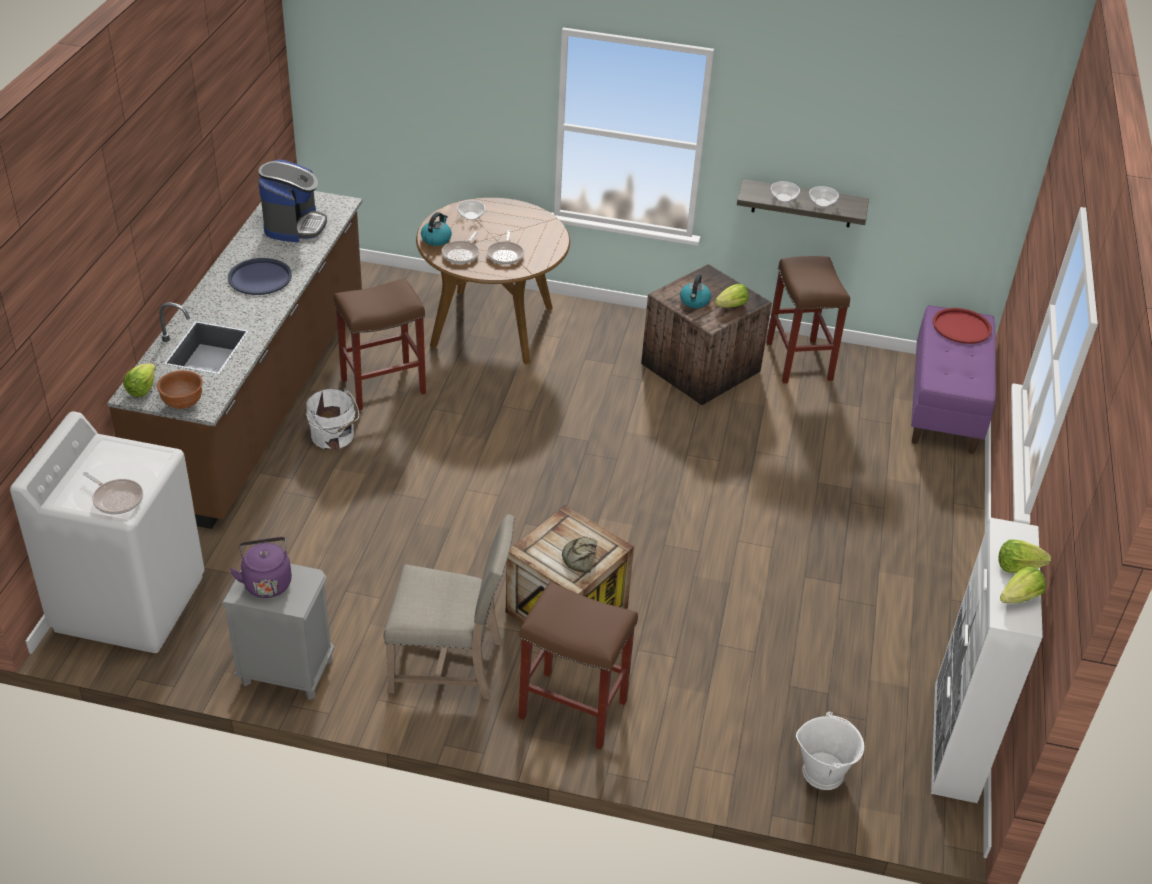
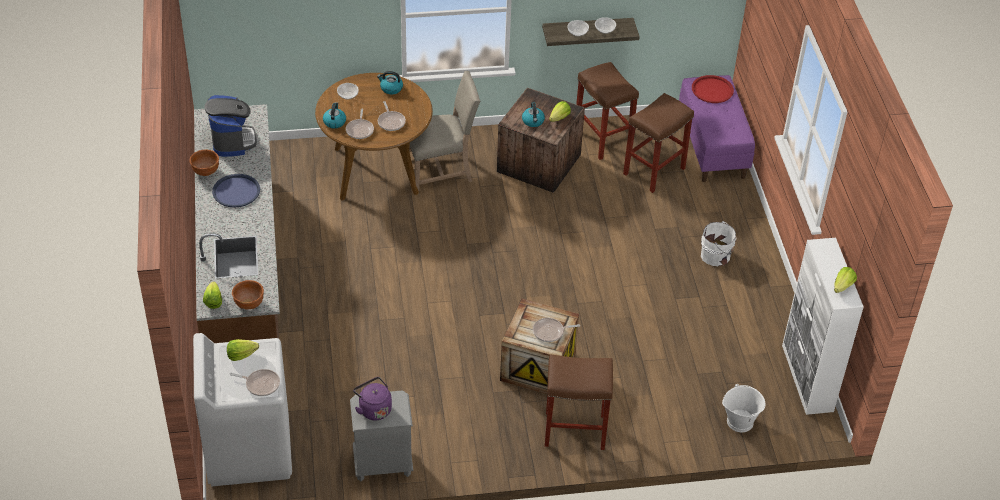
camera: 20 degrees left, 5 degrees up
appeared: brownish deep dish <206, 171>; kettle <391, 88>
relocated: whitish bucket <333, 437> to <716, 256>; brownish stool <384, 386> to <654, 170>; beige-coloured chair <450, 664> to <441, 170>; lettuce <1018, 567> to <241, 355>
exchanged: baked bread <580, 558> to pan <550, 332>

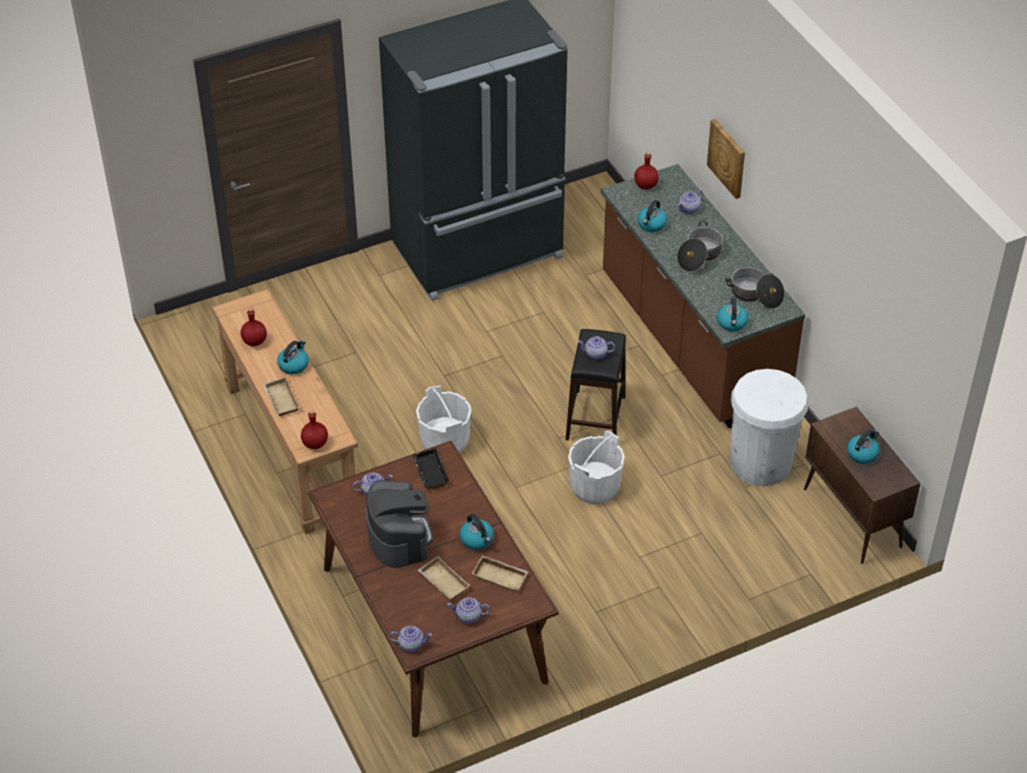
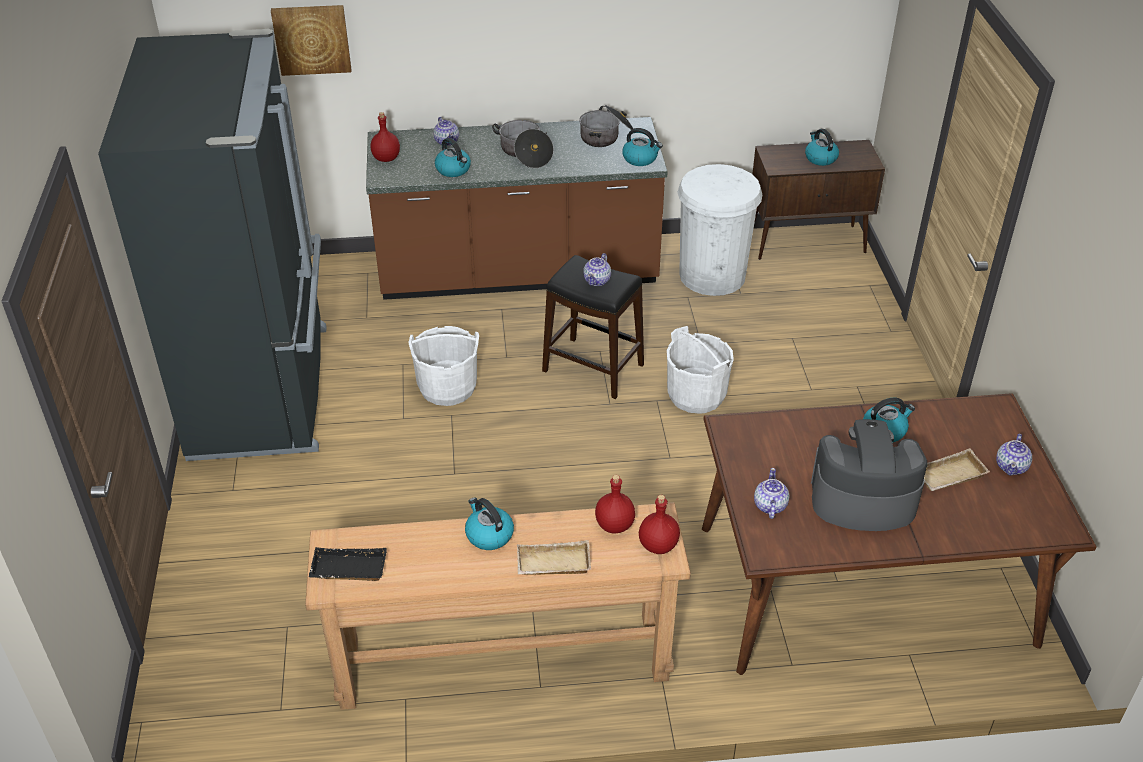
camera: 70 degrees left, 5 degrees down
missing: pot for tea <410, 644>; beige-coloured tray <501, 576>
relocated: reddish beverage bottle <254, 341> to <613, 525>; black-coloured tray <429, 472> to <347, 570>; whitish bucket <444, 441> to <447, 388>; wall picture <727, 158> to <312, 39>

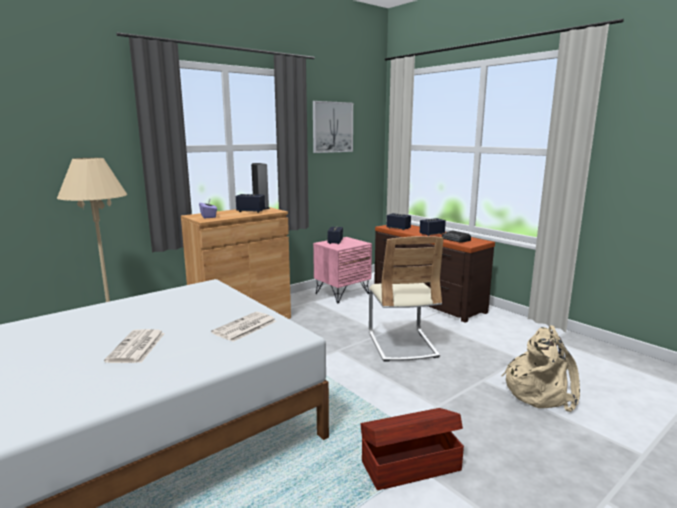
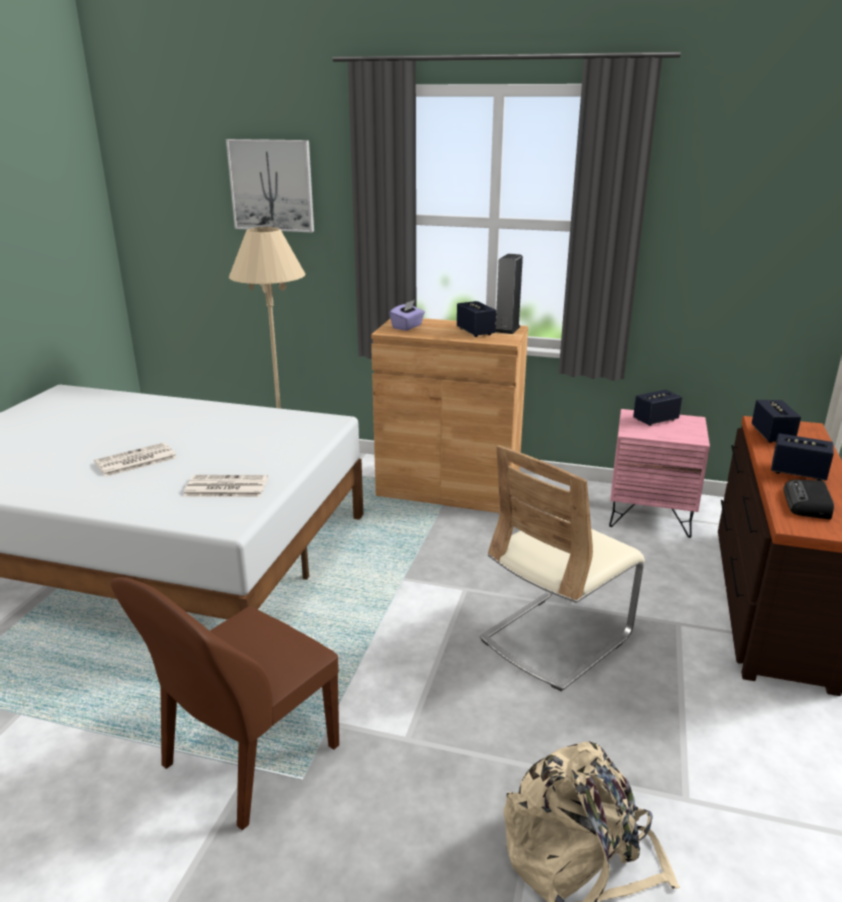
camera: 55 degrees right, 10 degrees up
relocated: wall picture <332, 127> to <272, 185>
exchanged: brownish storage box <409, 465> to brownish chair <247, 759>

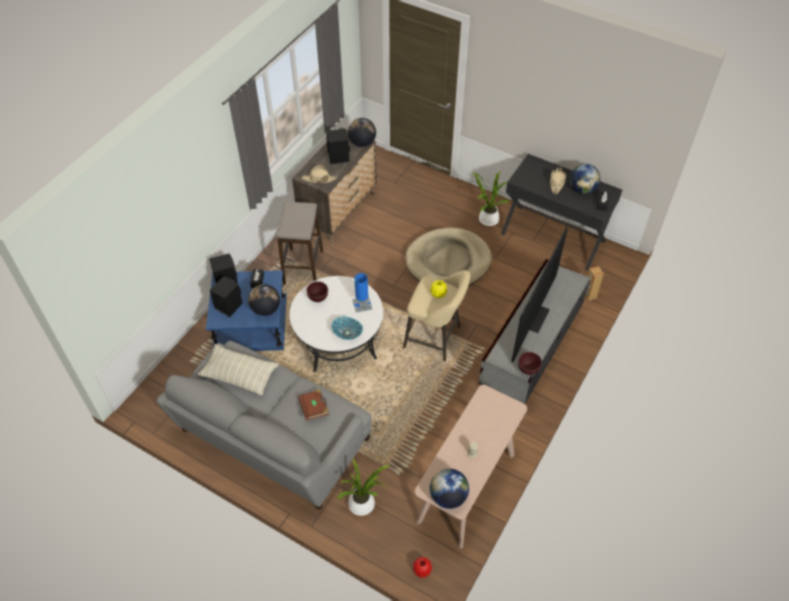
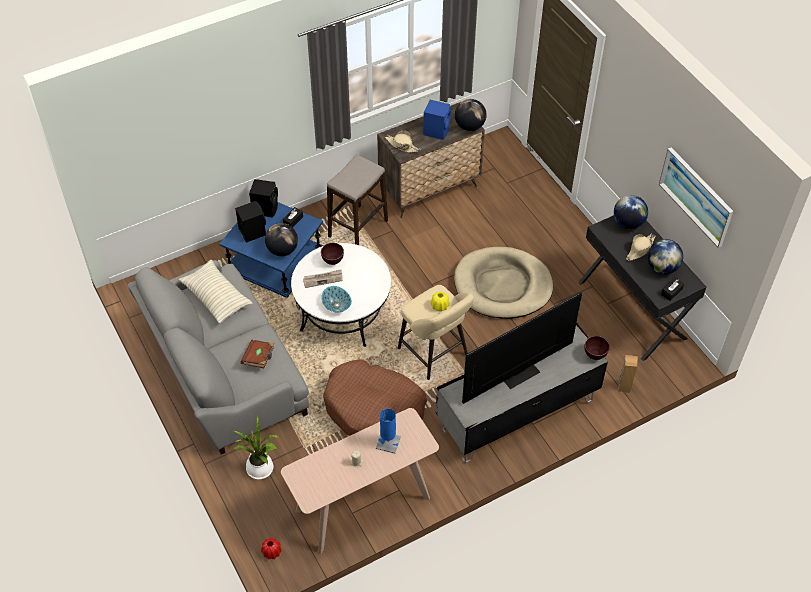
camera: 30 degrees right, 0 degrees up
missing: houseplant <487, 219>
appeared: newspaper <323, 279>; brownish dog cushion <374, 409>; wall picture <696, 196>
relocated: bluish lamp for a table <362, 304> to <388, 442>; globe <448, 496> to <628, 223>; brownish deep dish <527, 371> to <594, 356>
colour: black-coloured loudspeaker <338, 156> to bluish loudspeaker <436, 130>

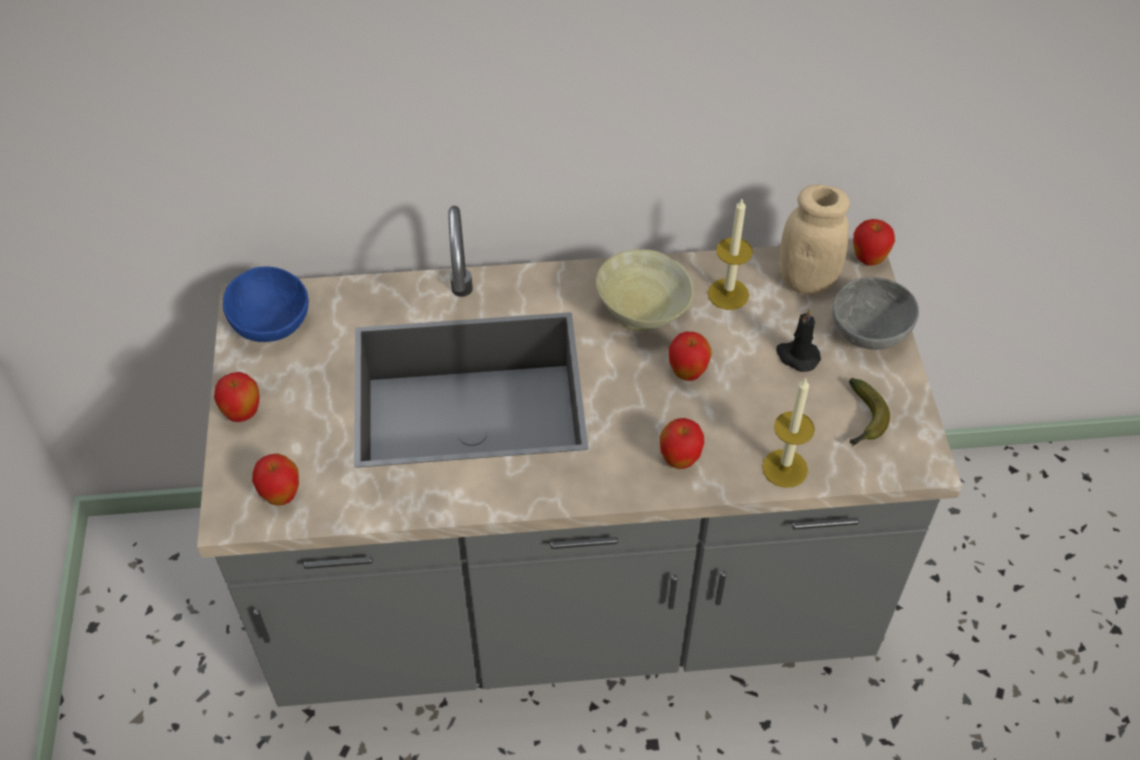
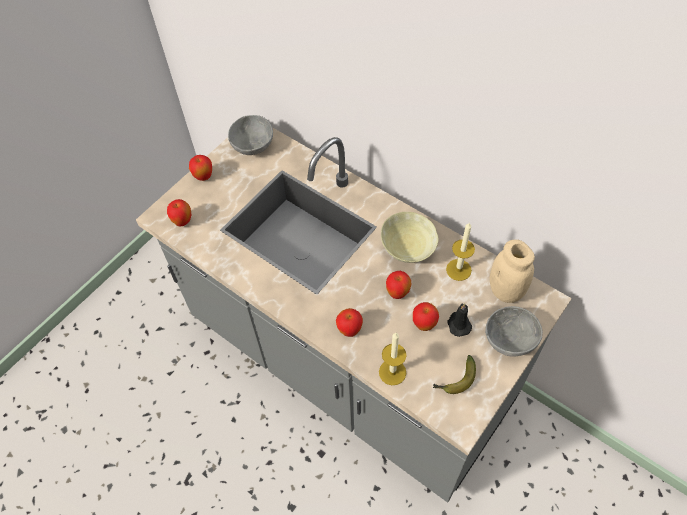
camera: 45 degrees right, 5 degrees up
relocated: apple fruit <868, 259> to <424, 324>
colour: bluish deep dish <272, 321> to grey deep dish <253, 145>

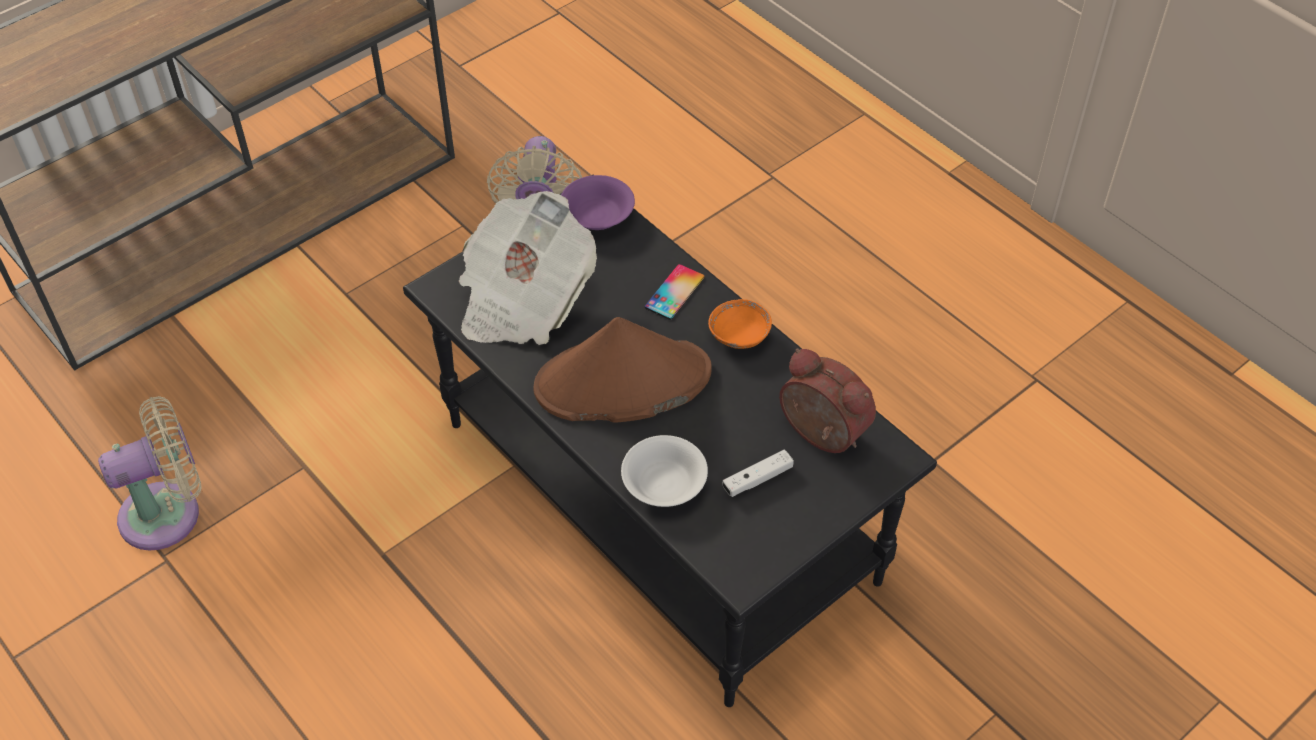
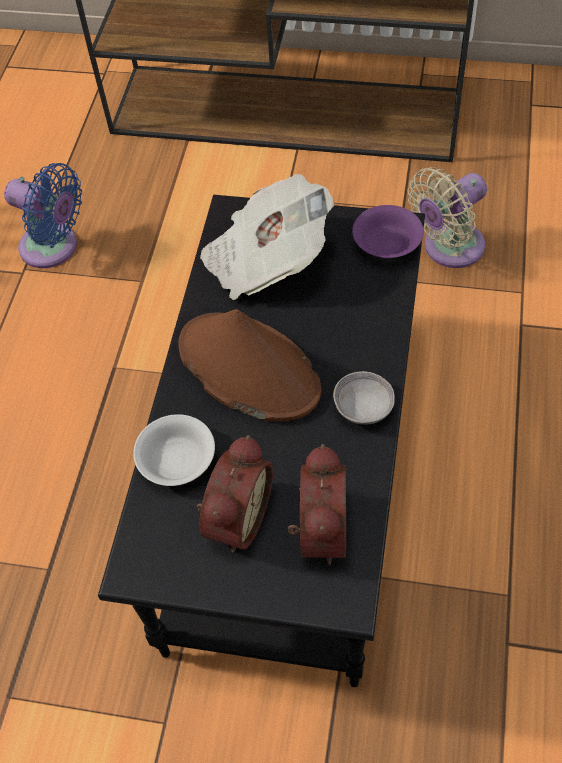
camera: 55 degrees right, 5 degrees up
missing: phone <674, 292>
exchanged: whitish gamepad <757, 479> to bedside clock <235, 517>
colour: beige-coloured electric fan <168, 513> to bluish electric fan <54, 248>; orangey deep dish <739, 336> to grey deep dish <363, 408>

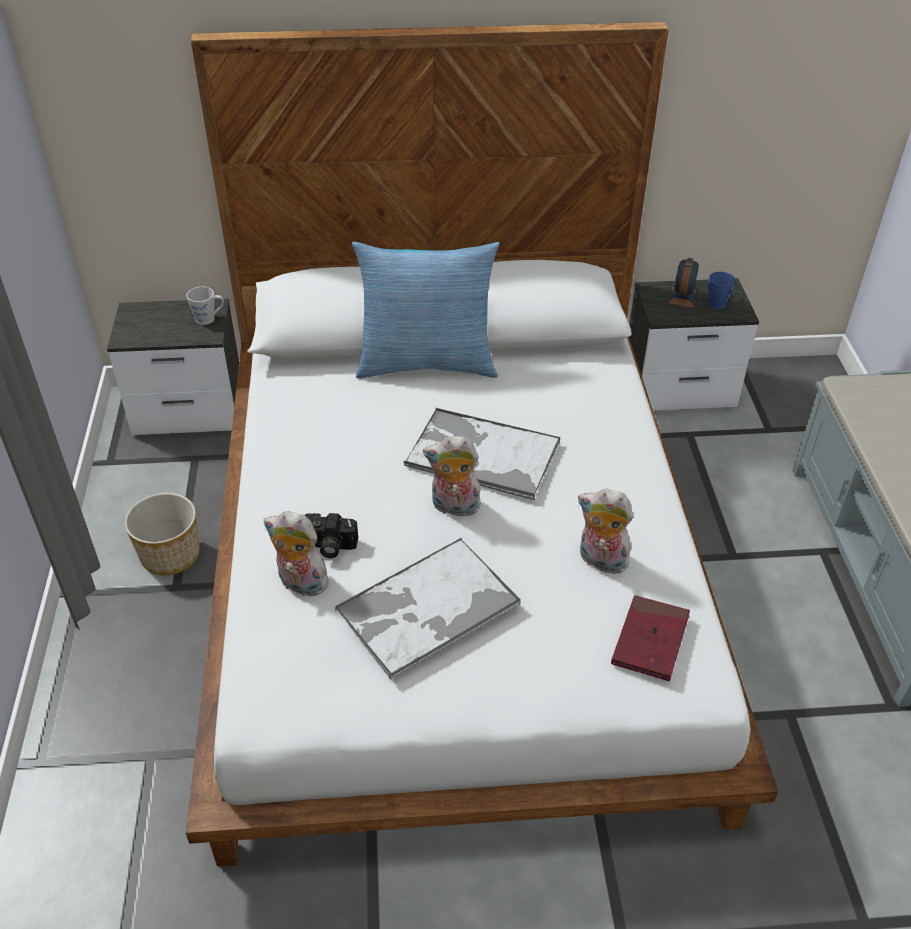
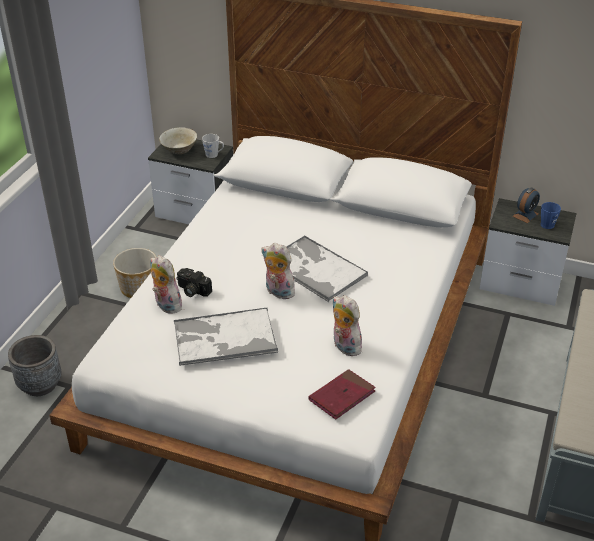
camera: 25 degrees right, 5 degrees down
missing: cushion <426, 363>
appeared: grey flower pot <40, 385>; beige-coloured deep dish <179, 150>

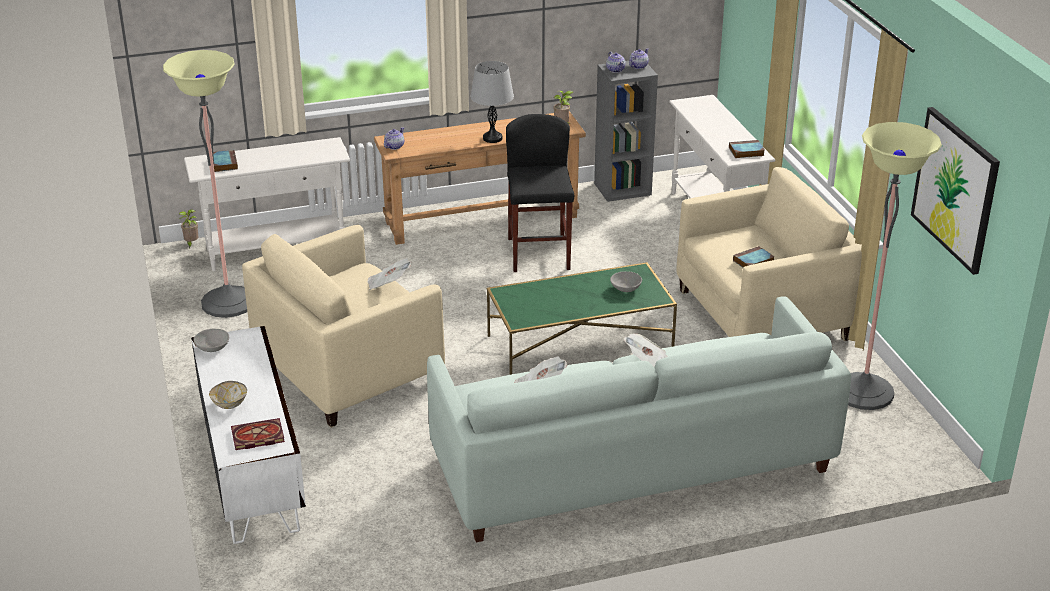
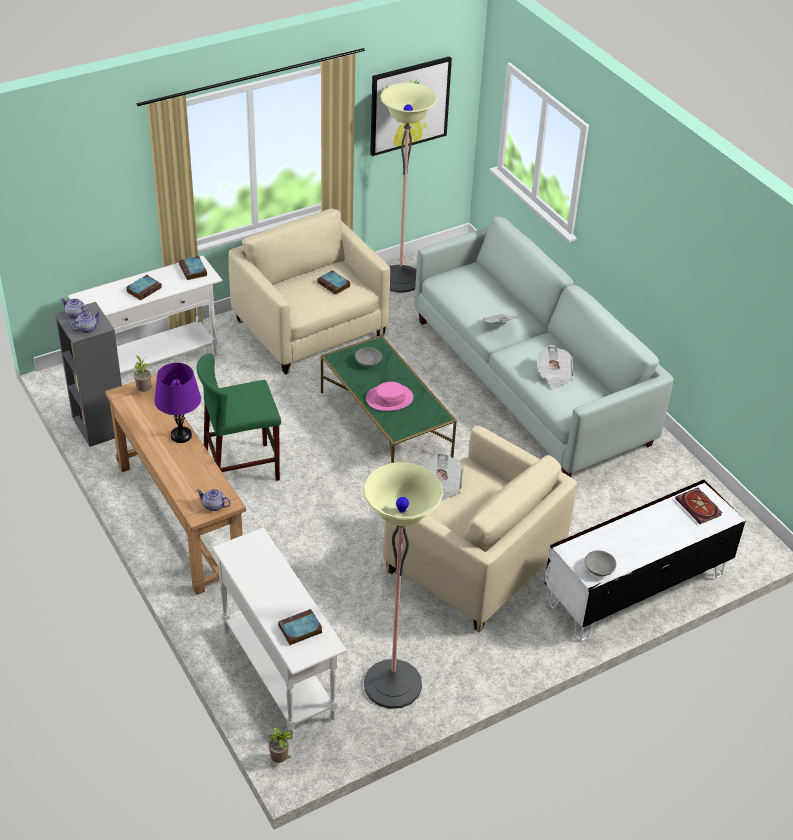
camera: 105 degrees left, 10 degrees up
missing: deep dish <230, 404>
appeared: volume <144, 289>; pink hat <389, 398>
colour: grey lamp for a table <492, 138> to purplish lamp for a table <181, 436>; black-coloured stool <539, 254> to green-coloured stool <241, 468>

